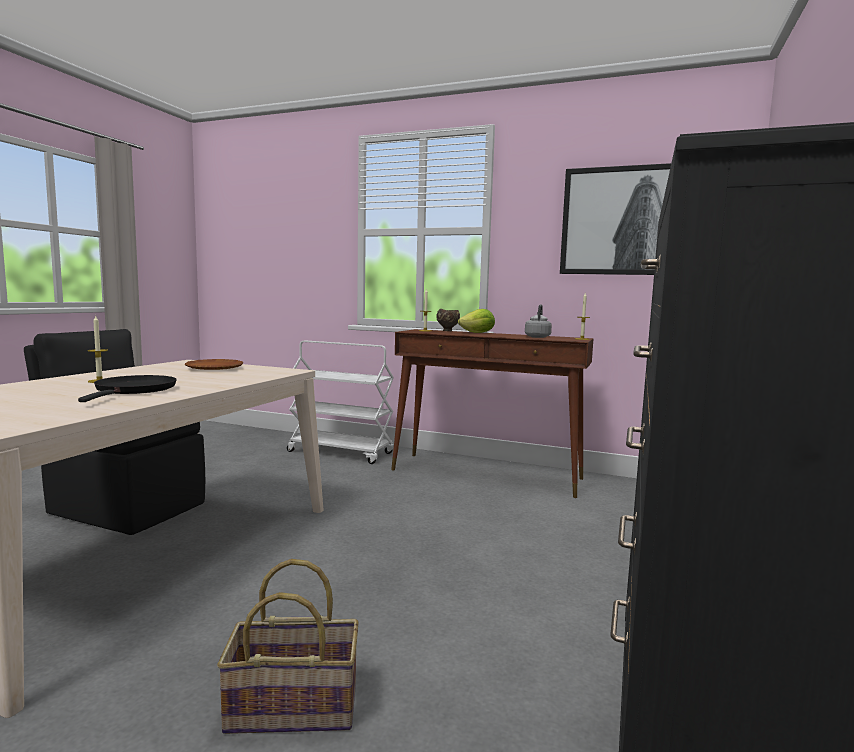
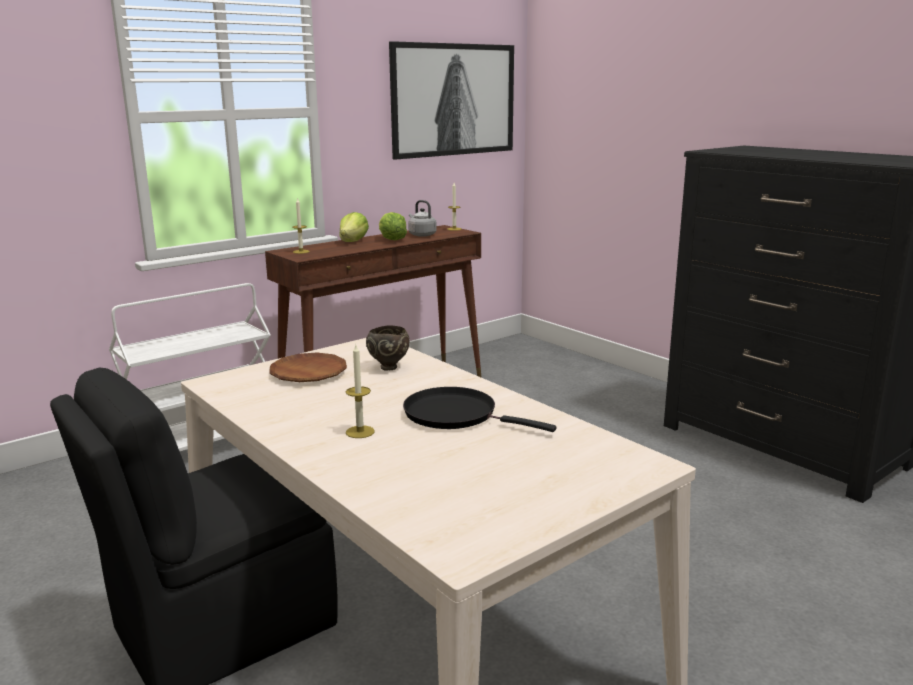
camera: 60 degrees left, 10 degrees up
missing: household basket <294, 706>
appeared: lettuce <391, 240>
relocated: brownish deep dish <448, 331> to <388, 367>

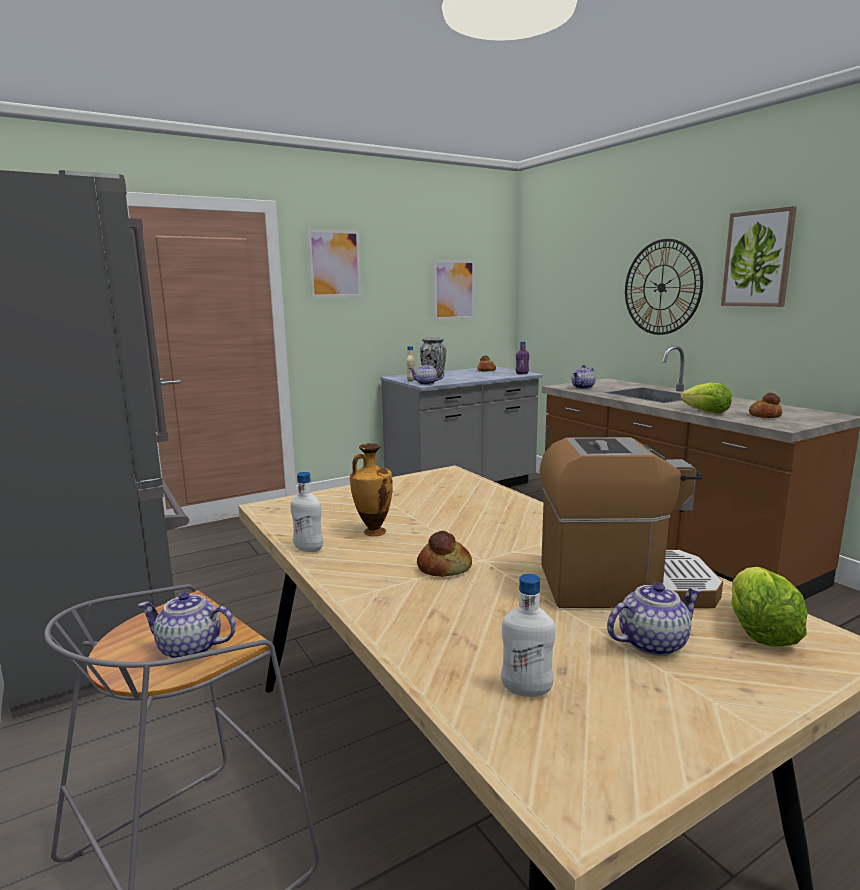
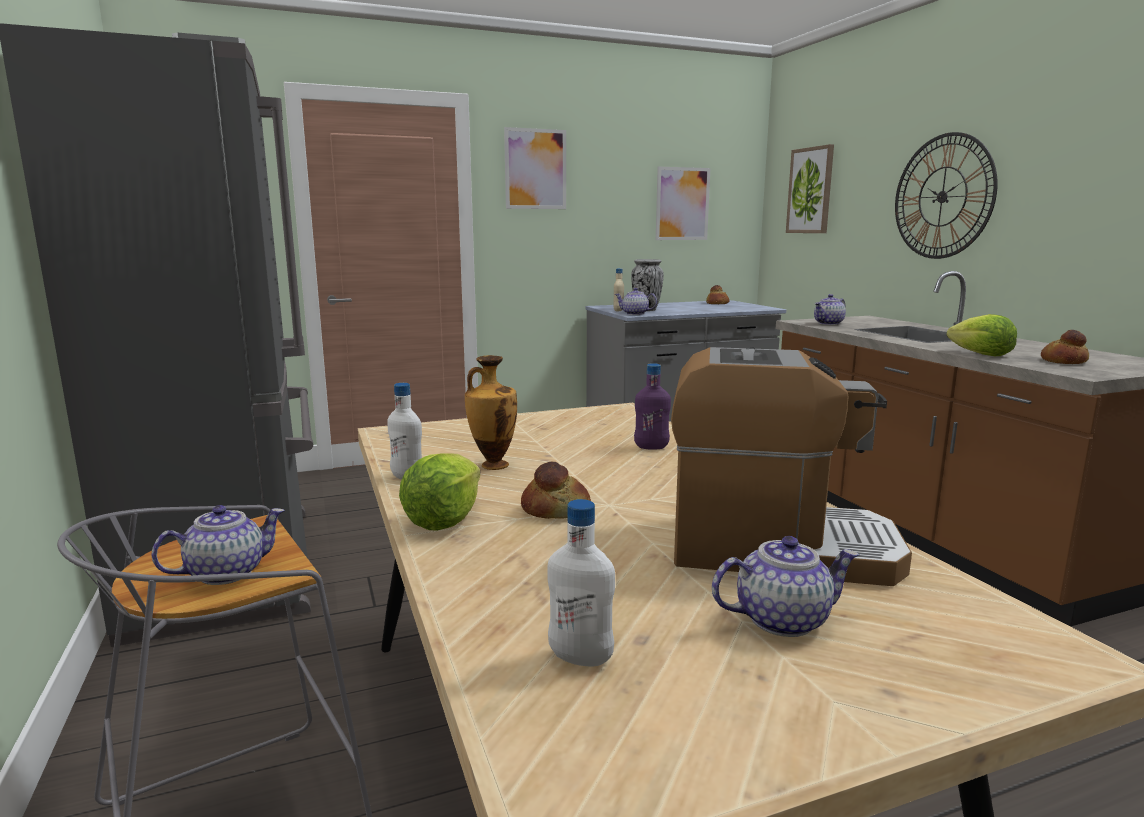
camera: 10 degrees right, 0 degrees up
relocated: purplish beverage bottle <522, 374> to <651, 447>; wall picture <758, 259> to <810, 190>; lettuce <758, 631> to <445, 519>
spun: pot for tea <189, 649> = <227, 572> 120 degrees clockwise

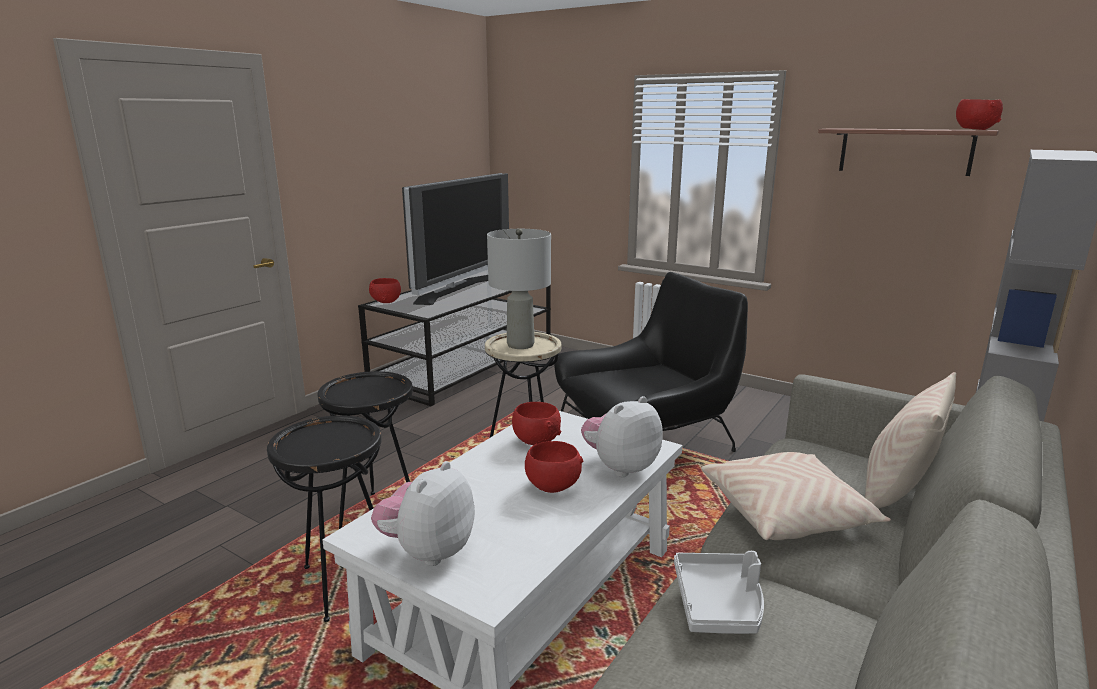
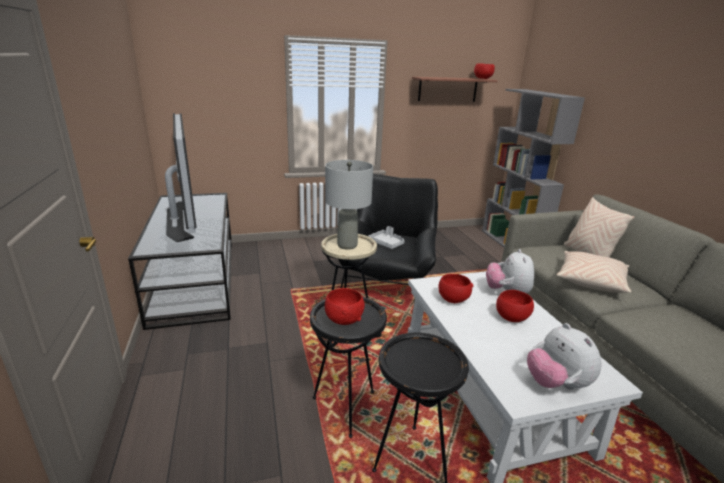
camera: 50 degrees left, 5 degrees up
relocated: reddish deep dish <386, 301> to <344, 320>; grey tray <719, 603> to <386, 243>

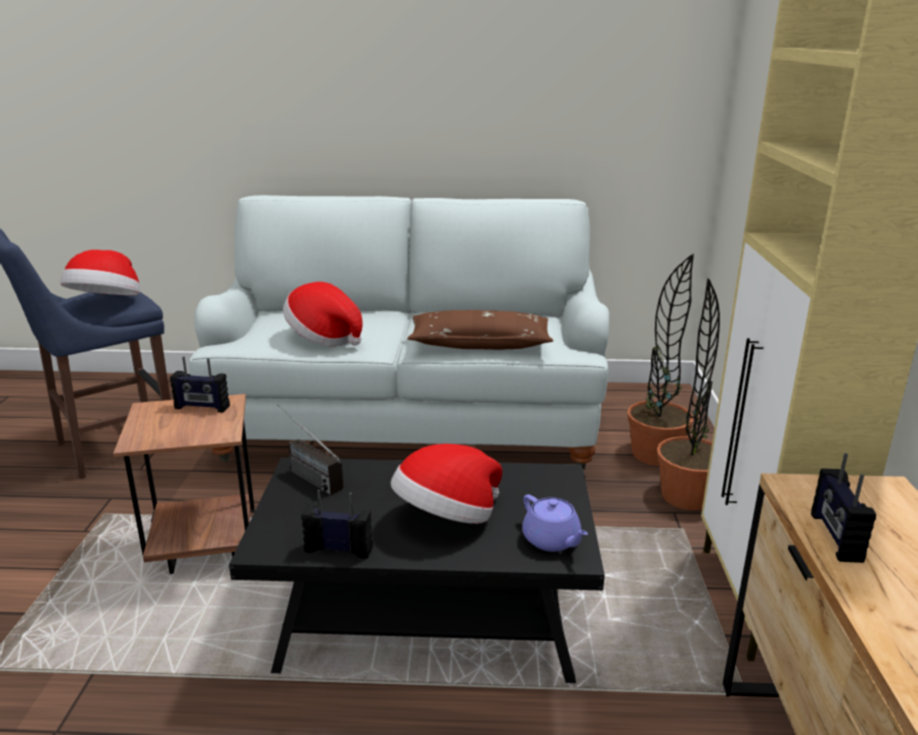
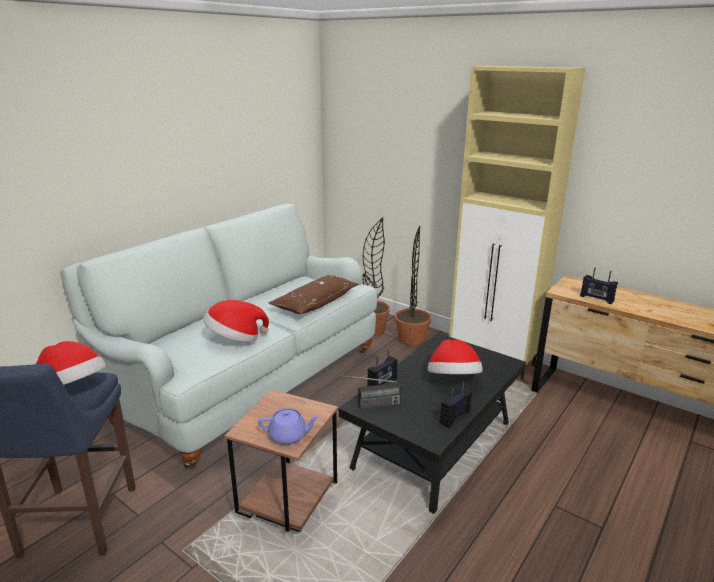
camera: 55 degrees left, 0 degrees up
relocated: radio <202, 407> to <382, 383>; purplish pot for tea <552, 540> to <289, 436>

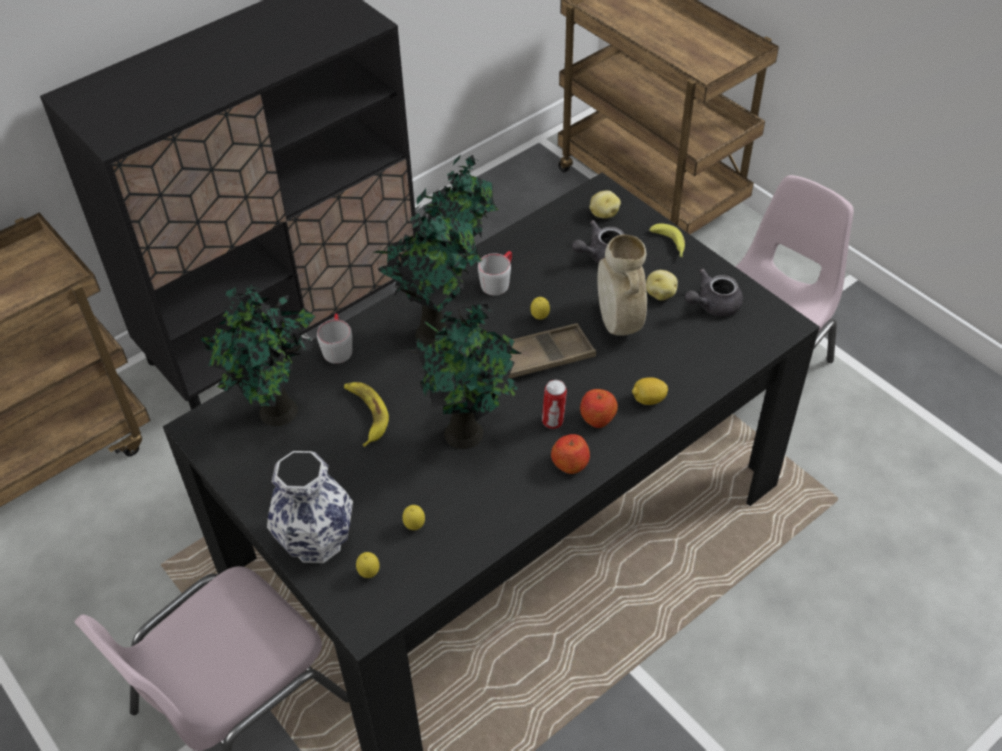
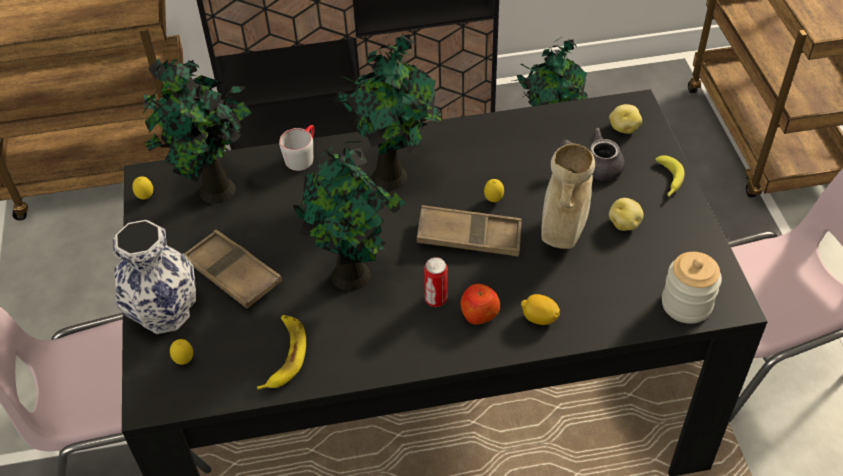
camera: 30 degrees right, 0 degrees up
missing: grey mug <498, 281>; apple fruit <570, 463>; grey pot for tea <713, 305>
appeared: brownish tray <232, 274>; jar <686, 304>
relocated: banana <365, 414> to <284, 355>; whole lemon <414, 526> to <146, 197>

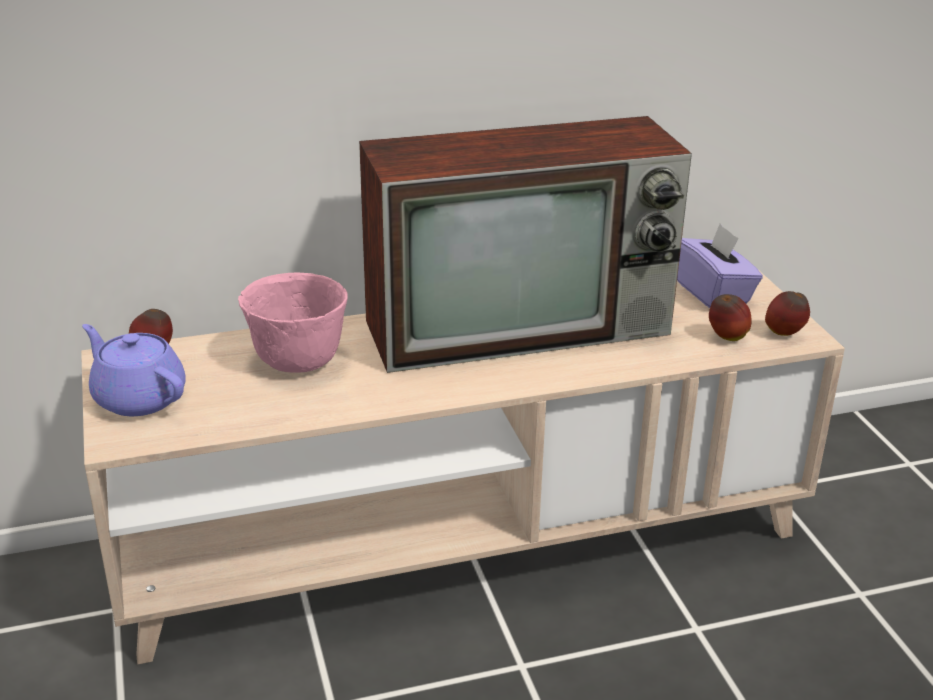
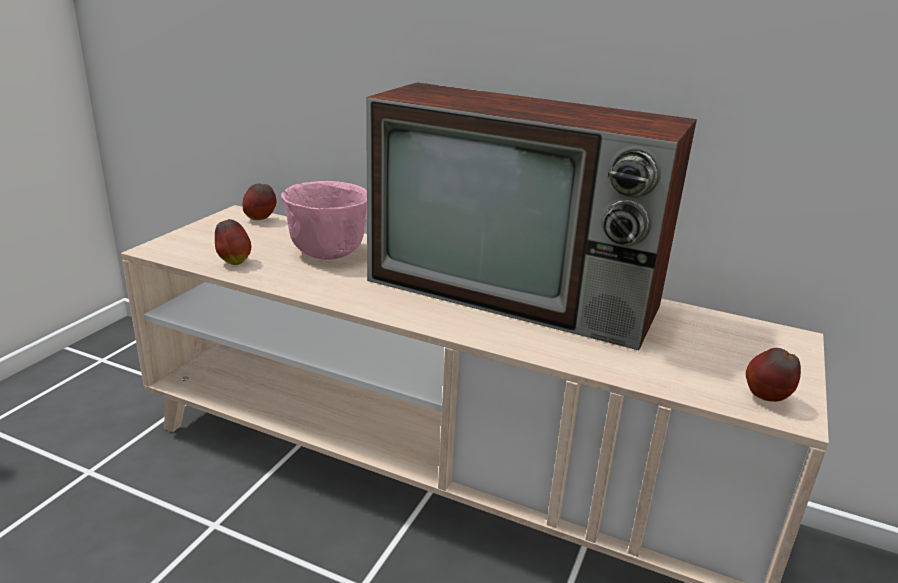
camera: 40 degrees right, 5 degrees down
missing: purplish pot for tea <138, 397>; purplish tissue holder <712, 293>
relocated: apple fruit <727, 338> to <233, 262>

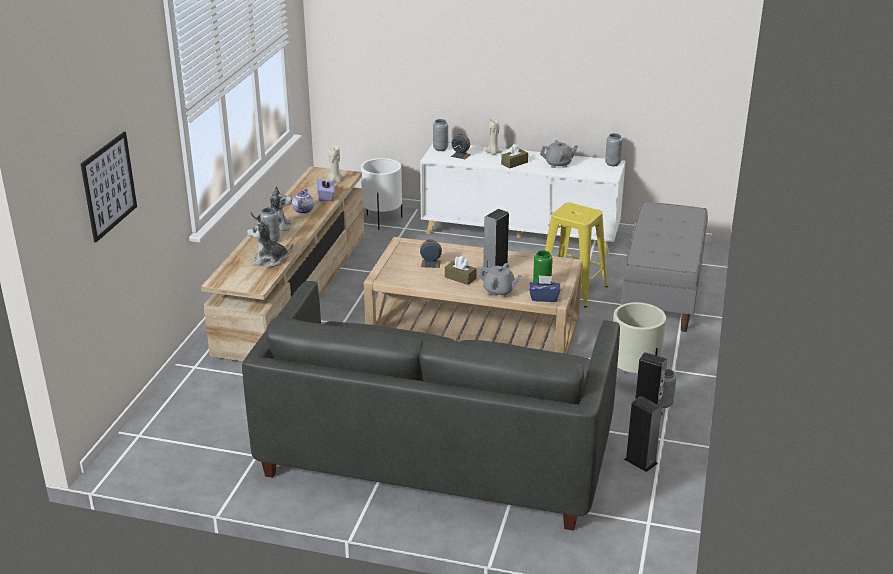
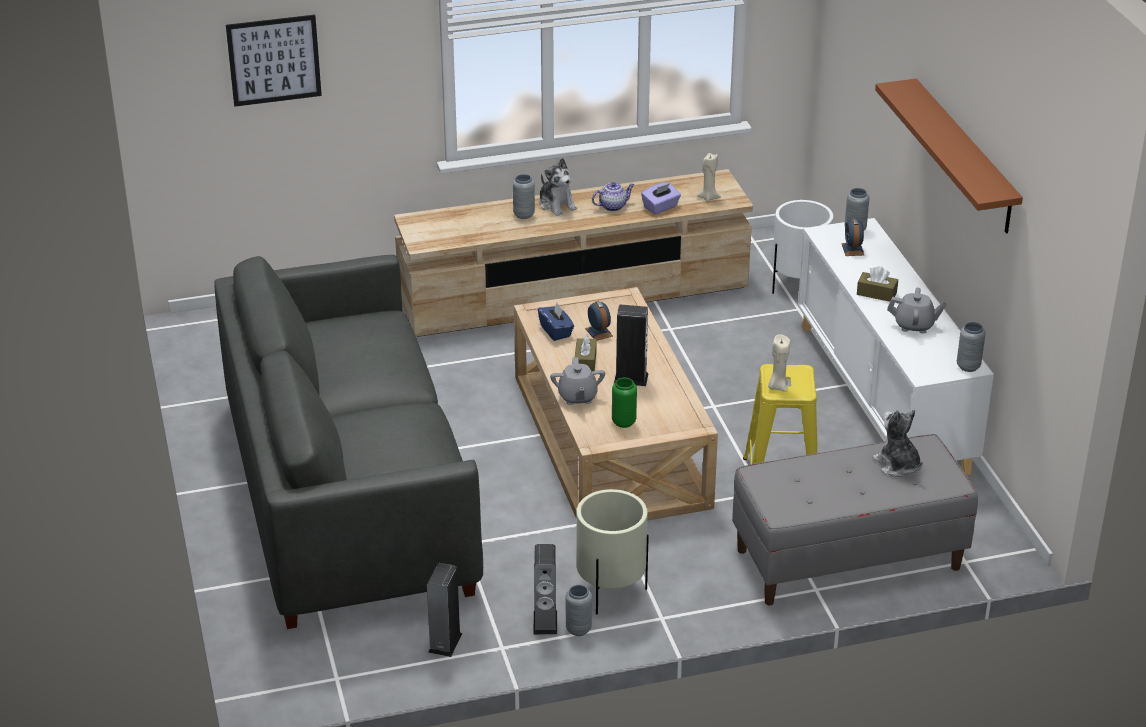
camera: 60 degrees right, 5 degrees up
appeared: brownish shelf <964, 157>
relocated: soft toy <269, 260> to <897, 465>; beige-coloured candle <493, 153> to <777, 386>; bluish tissue holder <544, 298> to <556, 331>
spun: grey pot for tea <558, 164> = <914, 325> 45 degrees counterclockwise

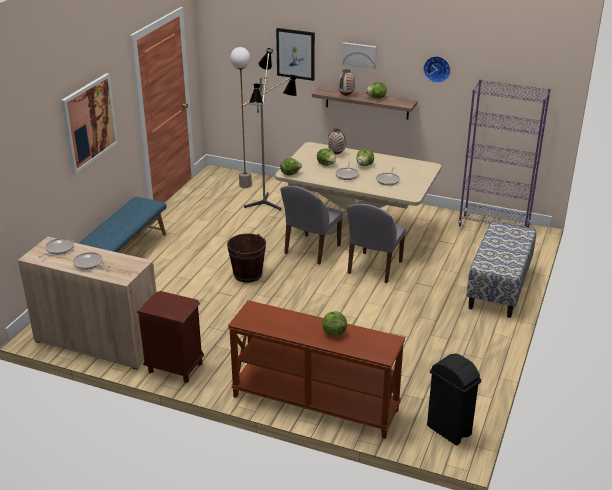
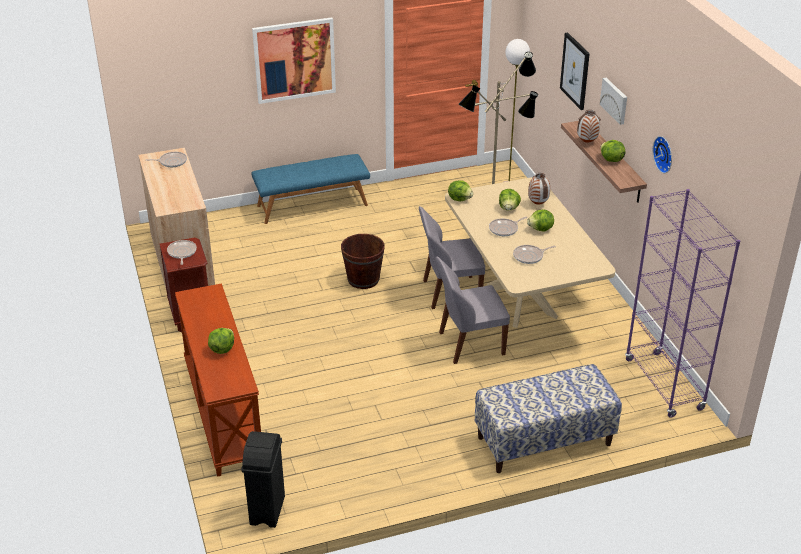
camera: 50 degrees right, 5 degrees up
relocated: pan <89, 264> to <182, 253>

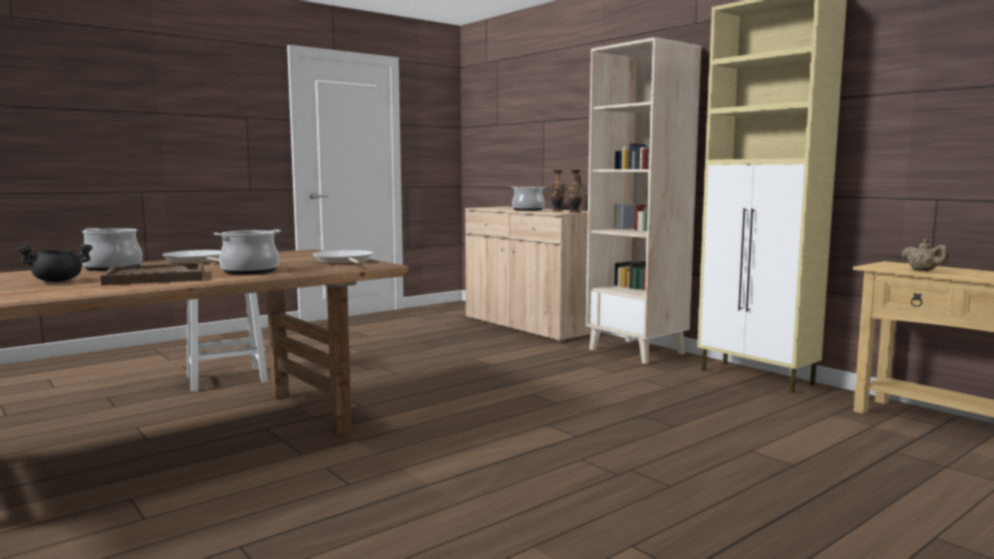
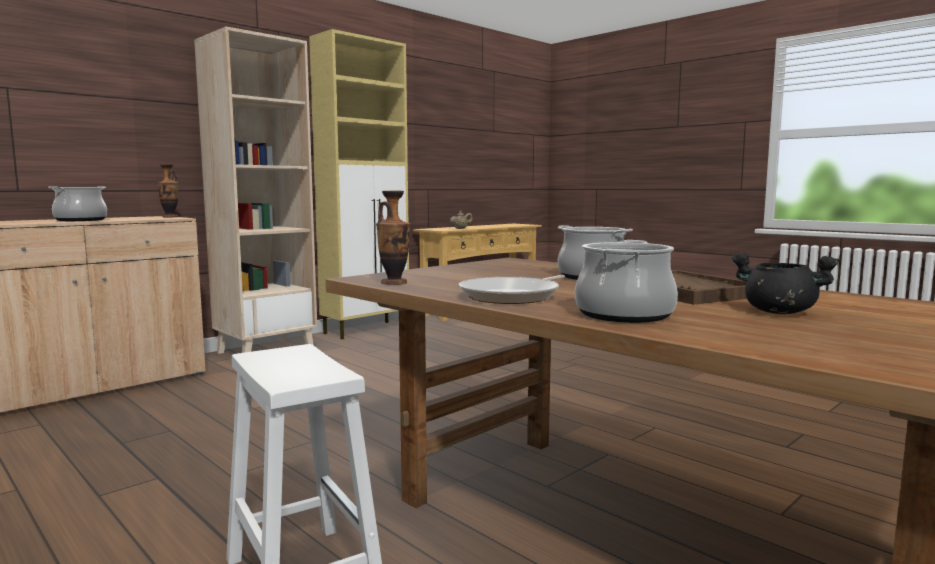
camera: 95 degrees left, 0 degrees up
missing: pan <344, 261>
relocated: decorative vase <557, 211> to <394, 283>

